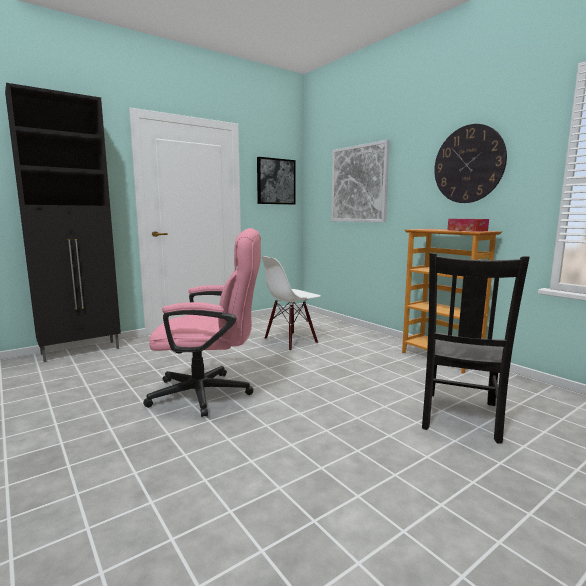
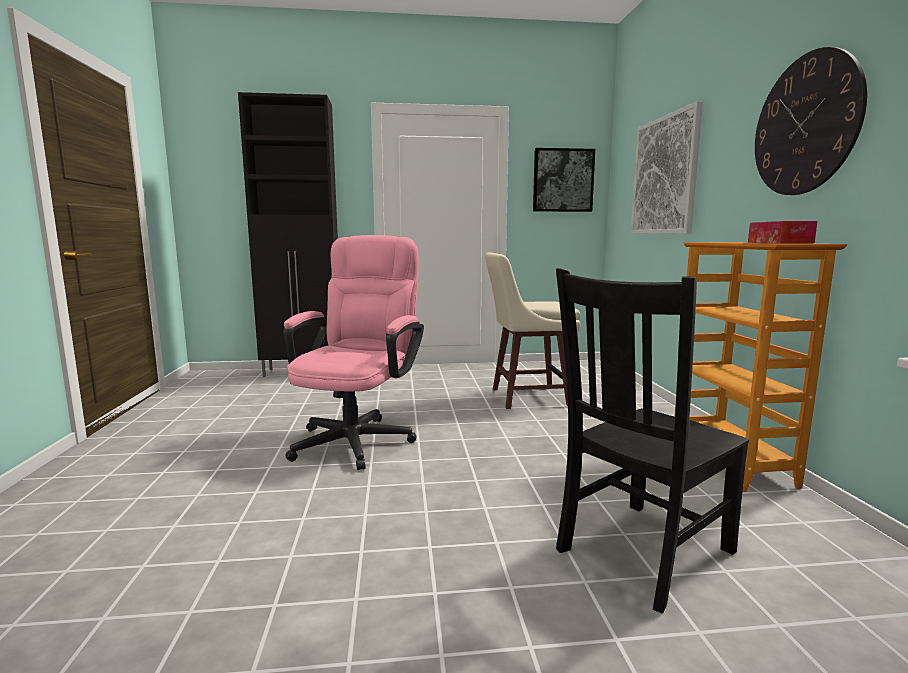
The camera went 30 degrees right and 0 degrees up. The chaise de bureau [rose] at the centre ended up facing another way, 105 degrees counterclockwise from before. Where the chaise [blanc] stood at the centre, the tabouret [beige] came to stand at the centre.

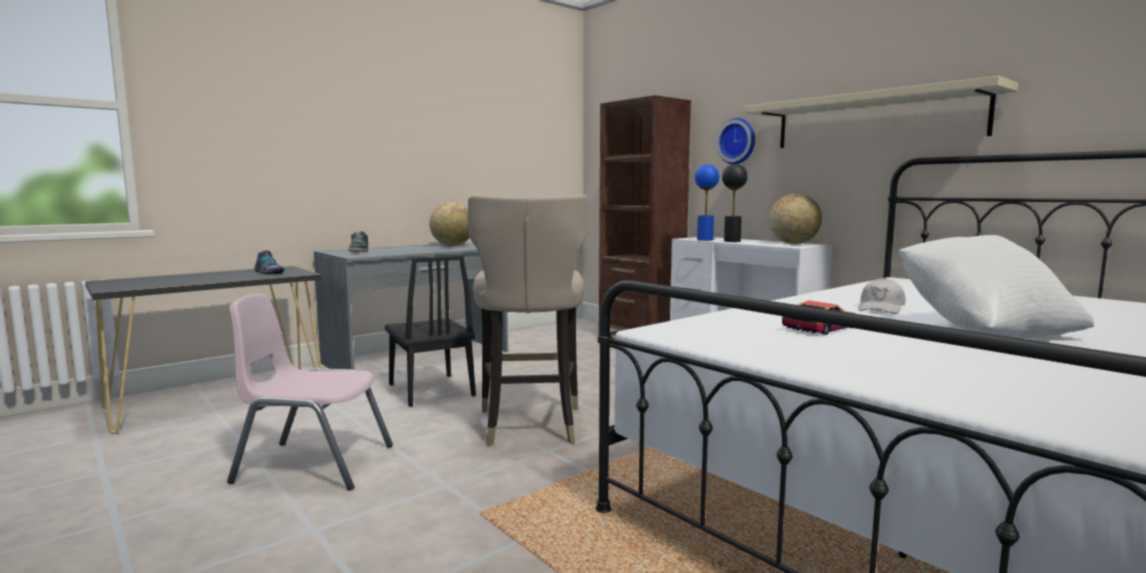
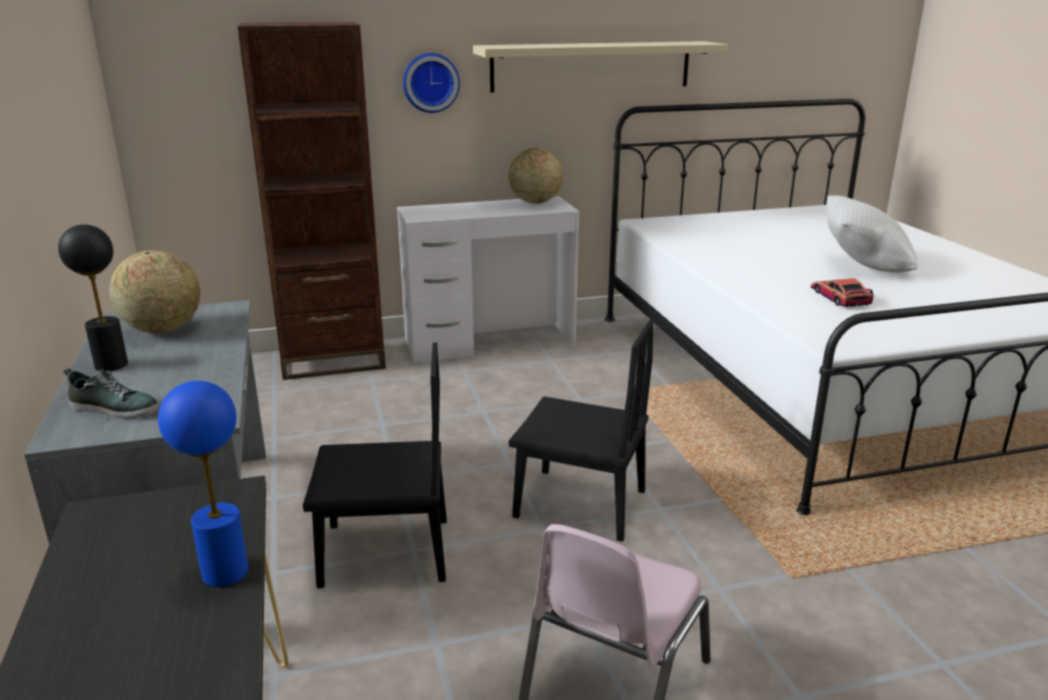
The camera went 65 degrees left and 15 degrees up. The lampe de table [noir] ended up elsewhere, having gone from the centre to the middle left. The lampe de table [bleu] ended up elsewhere, having gone from the centre to the bottom left. Where the tabouret [beige] stood at the centre, the chaise [noir] (no. 2 from left) came to stand at the centre. The second view lost the chaussure (no. 1 from left) at the middle left. The second view lost the casquette [blanc] at the middle right.

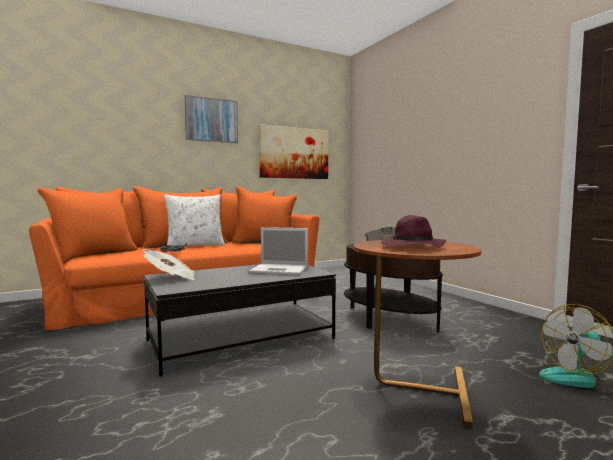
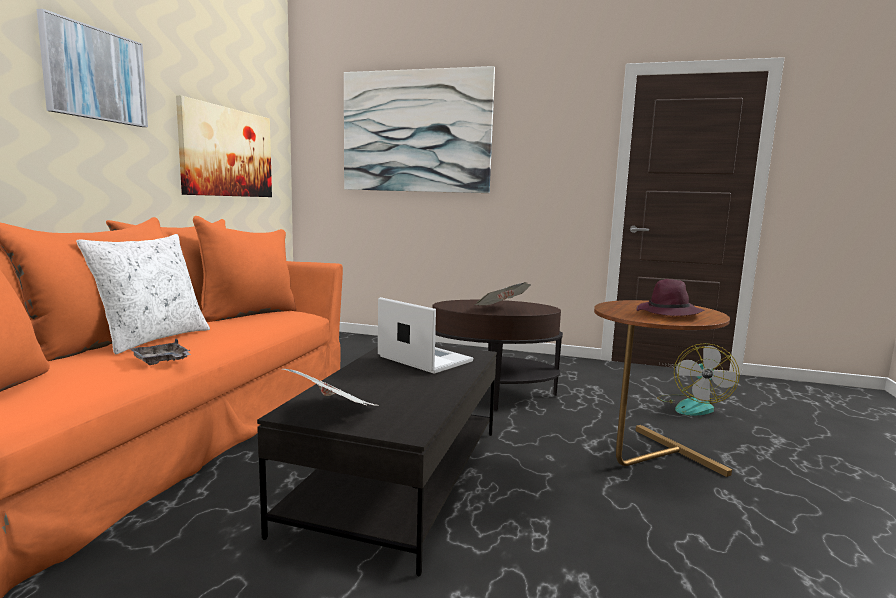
The camera went 45 degrees left and 5 degrees up. The second view gained the tableau (no. 3 from left) at the top centre. The ordinateur portable at the centre ended up facing another way, 105 degrees counterclockwise from before.

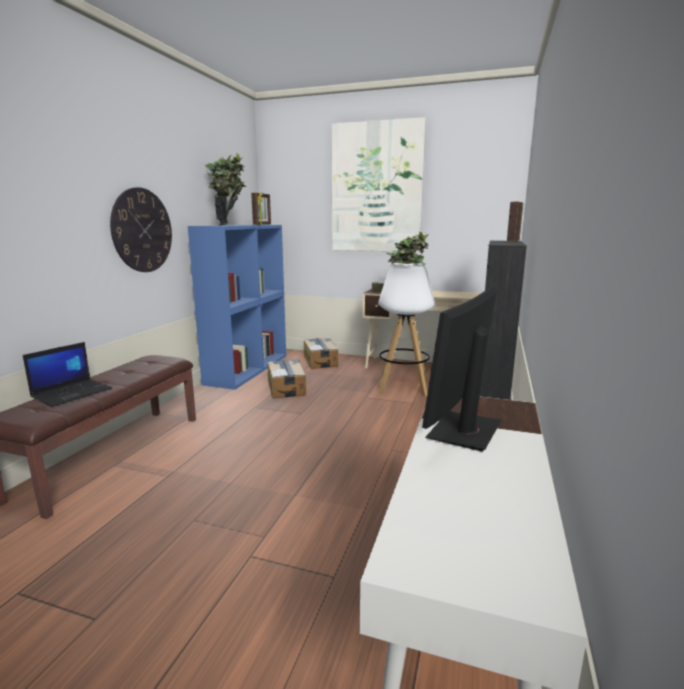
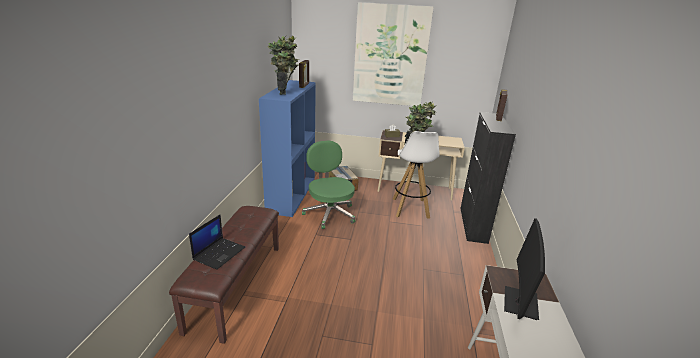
The camera went 10 degrees left and 10 degrees up. Where the carton (no. 1 from left) stood at the centre, the chaise de bureau [vert] came to stand at the centre. The second view lost the horloge murale at the top left.

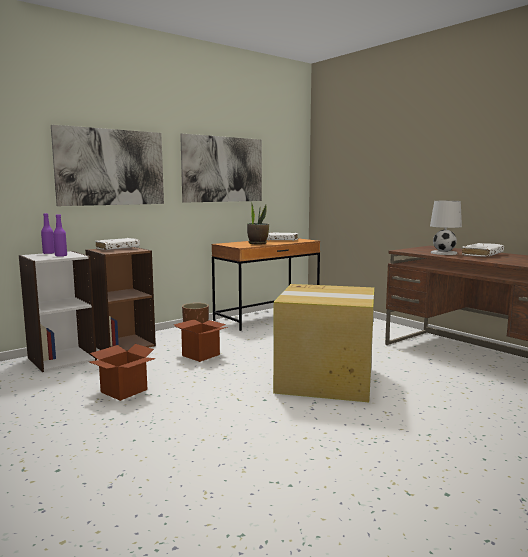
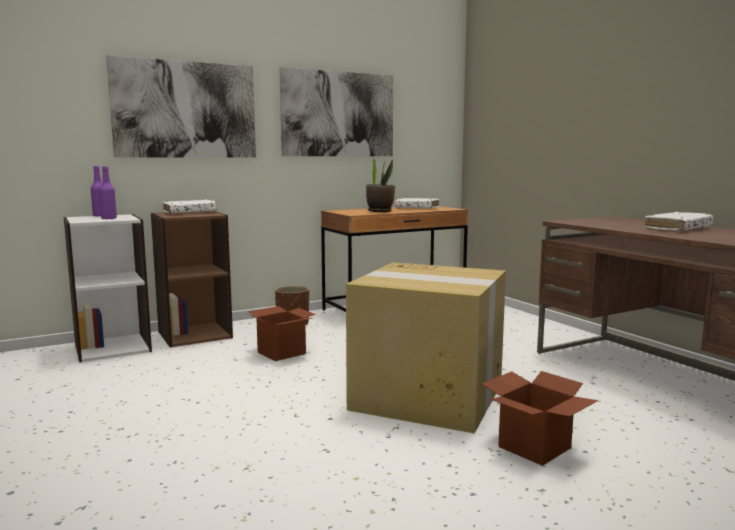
The camera went 10 degrees right and 0 degrees up. The carton (no. 1 from left in the first image) ended up elsewhere, having gone from the bottom left to the bottom right. The second view lost the lampe de table [blanc] at the middle right.

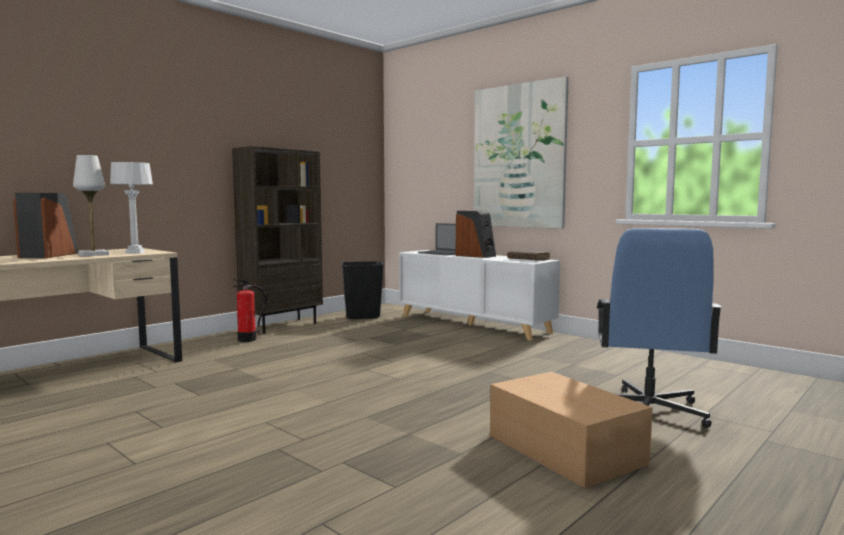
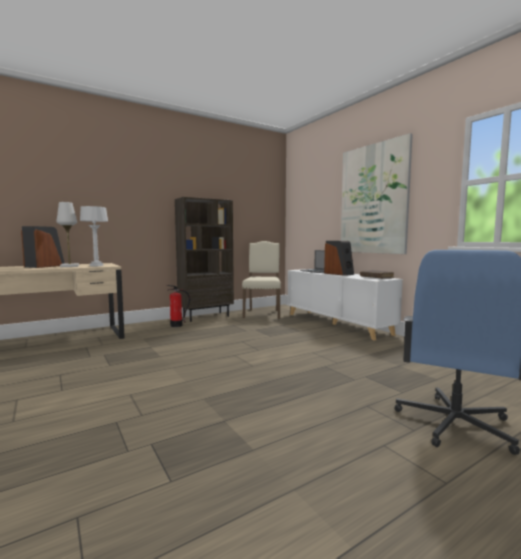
The camera went 15 degrees right and 0 degrees up. Where the poubelle [noir] stood at the centre, the chaise [beige] came to stand at the centre. The second view lost the carton at the bottom right.

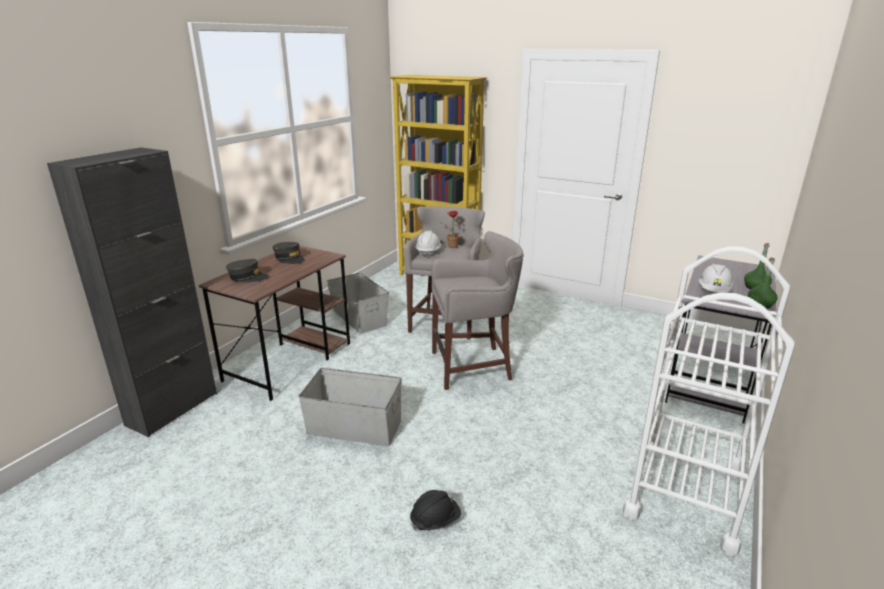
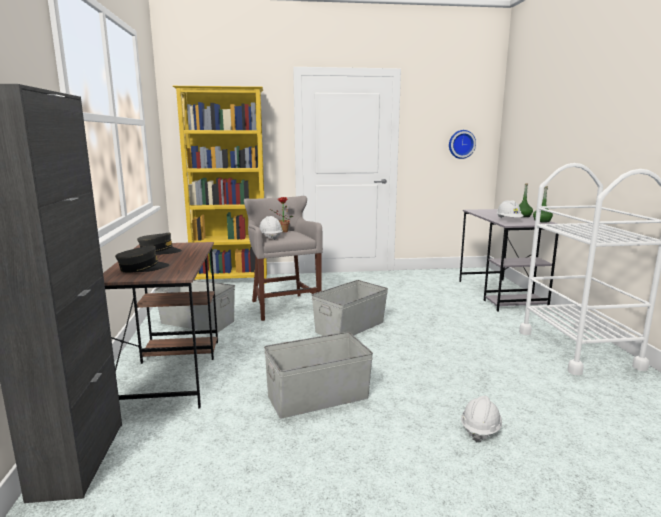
The camera went 35 degrees left and 10 degrees down. Where the tabouret [gris] (no. 2 from left) stood at the centre, the boîte de rangement [gris] (no. 3 from left) came to stand at the centre. The second view gained the horloge murale at the top right. What was the casque de chantier [noir] at the bottom centre turned into the casque de chantier [blanc] (no. 2 from left) at the bottom right.

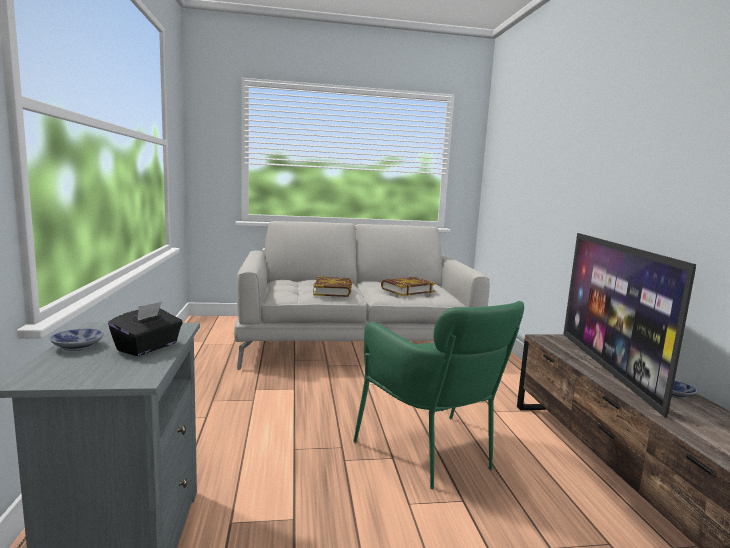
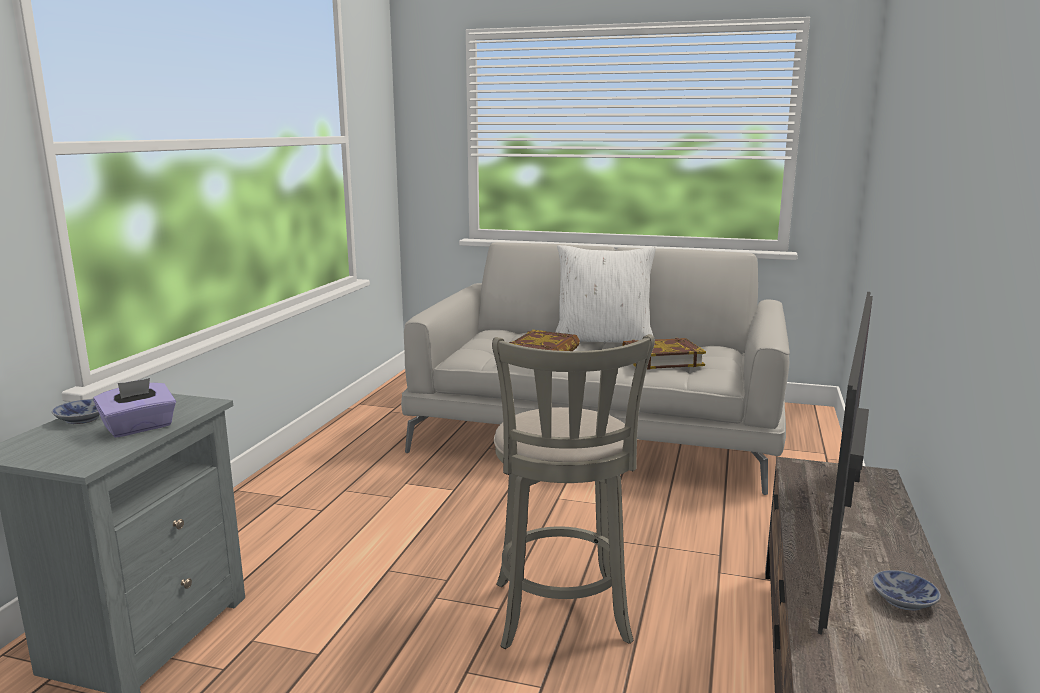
The camera went 25 degrees right and 5 degrees up. What was the boîte à mouchoirs [noir] at the middle left turned into the boîte à mouchoirs [violet] at the middle left. Where the fauteuil [vert] stood at the bottom centre, the tabouret [gris] came to stand at the bottom centre. The second view gained the coussin [blanc] at the centre.

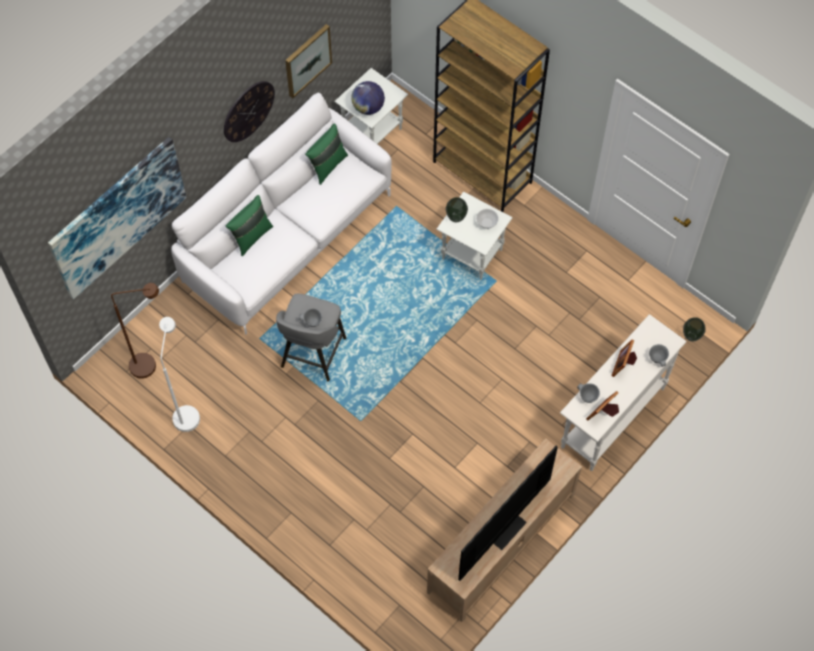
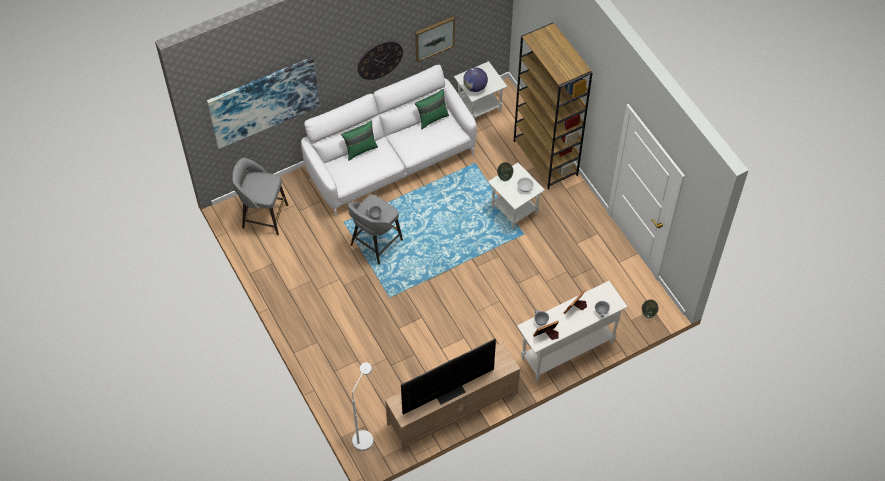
The camera went 20 degrees right and 5 degrees down. Where the lampadaire [marron] stood at the middle left, the tabouret [gris] (no. 1 from left) came to stand at the middle left. The lampadaire [blanc] ended up elsewhere, having gone from the middle left to the bottom centre.

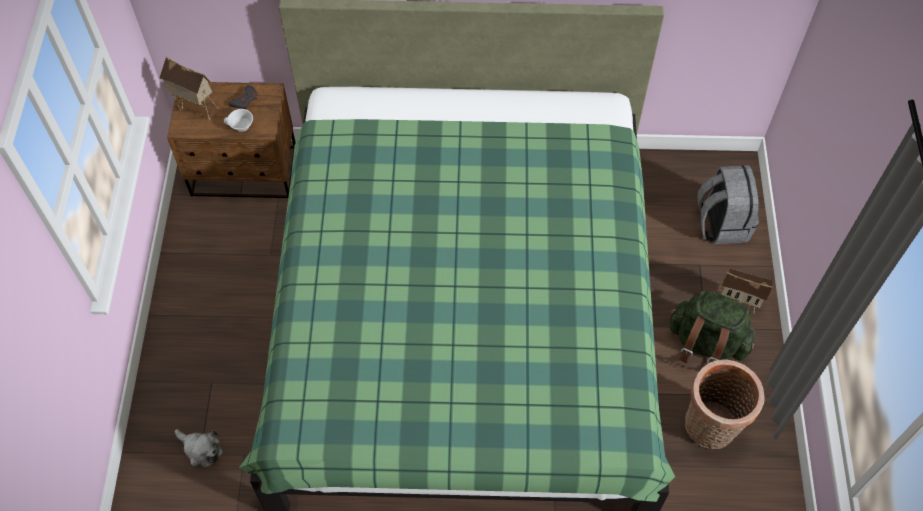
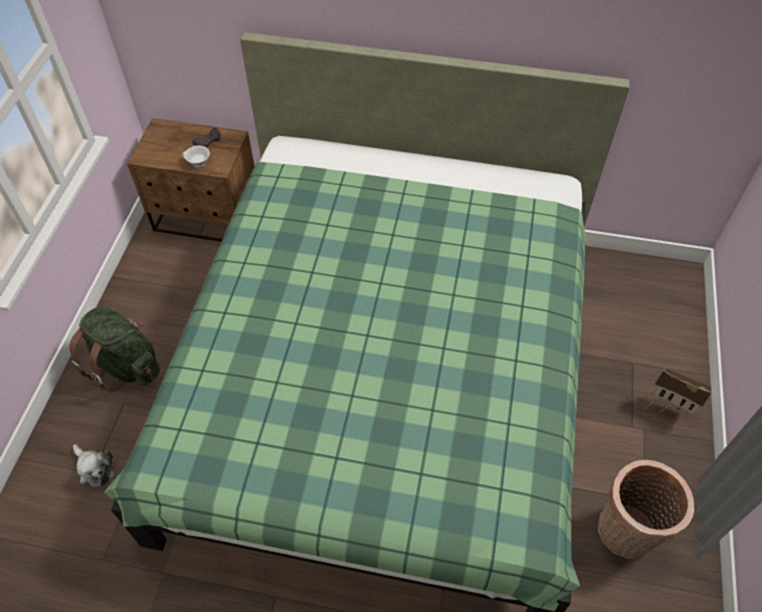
The camera went 10 degrees right and 5 degrees down. The sac à dos [vert] ended up elsewhere, having gone from the middle right to the middle left. The second view lost the maison miniature (no. 1 from left) at the top left. The second view lost the sac à dos [gris] at the middle right.

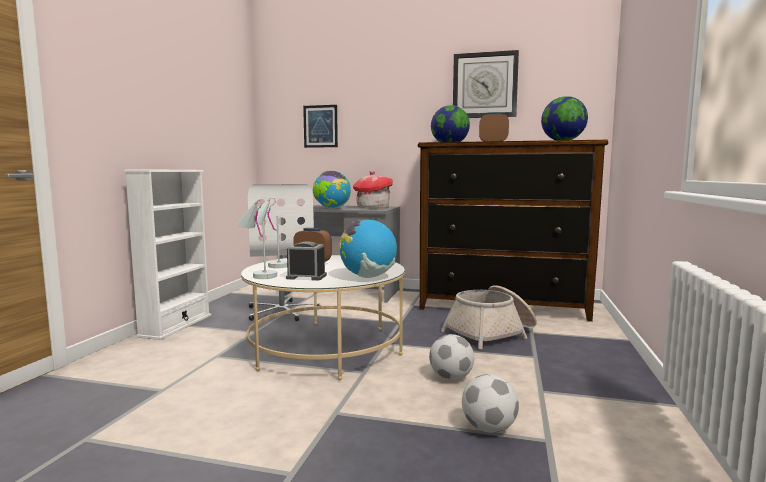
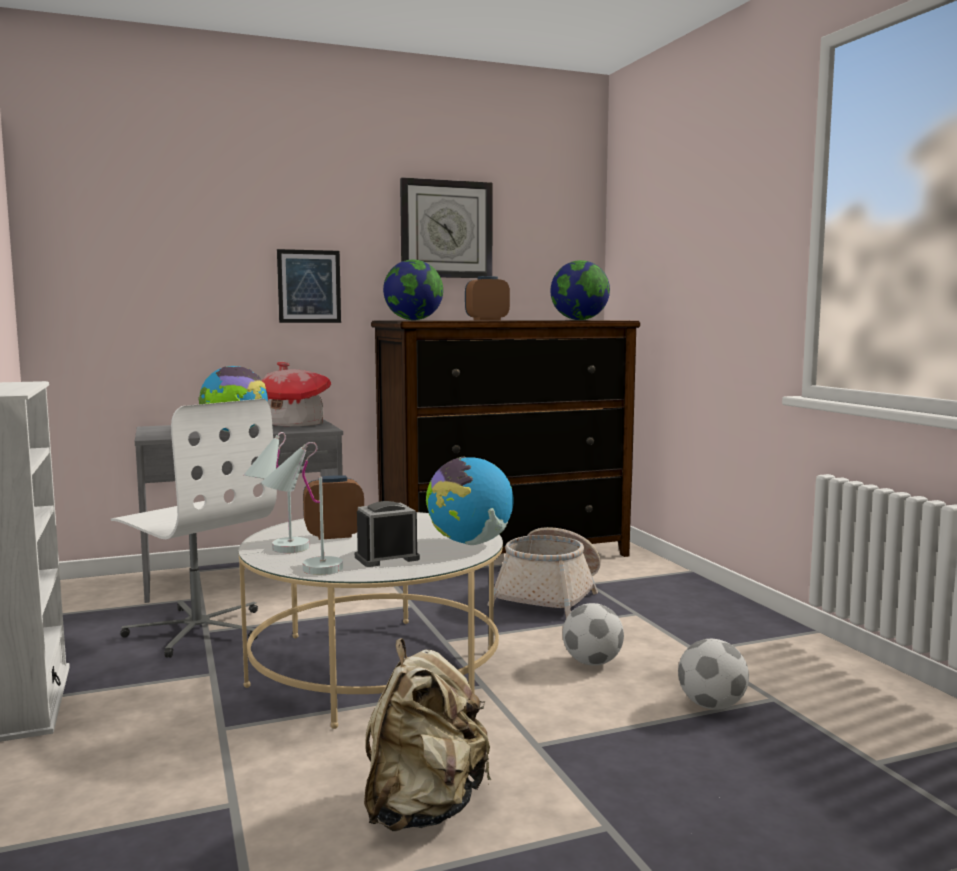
The camera went 35 degrees left and 0 degrees up. The tableau ended up elsewhere, having gone from the top centre to the top left. The second view gained the sac à dos [beige] at the bottom centre.

